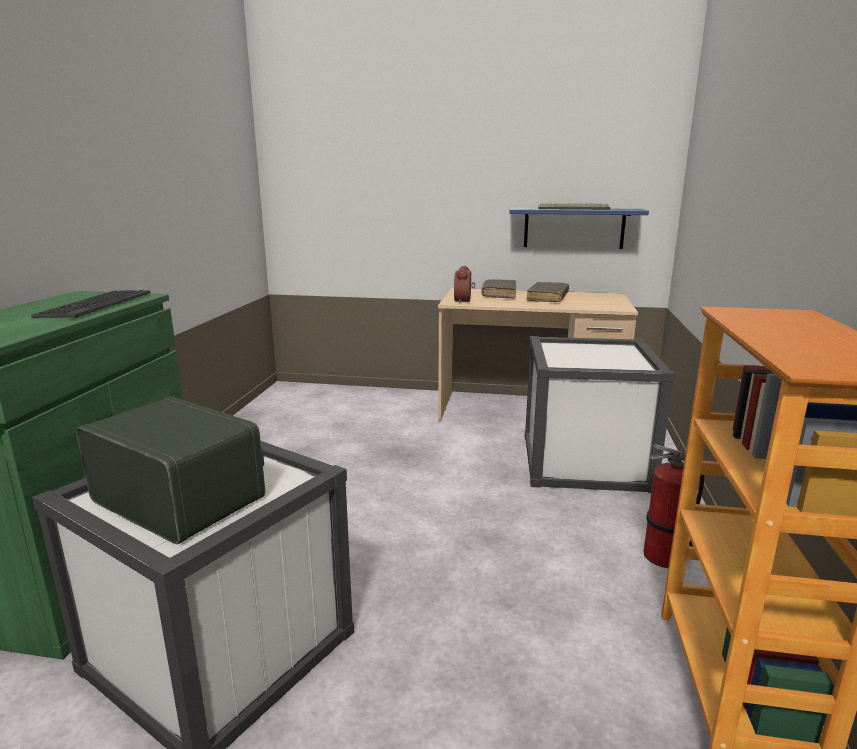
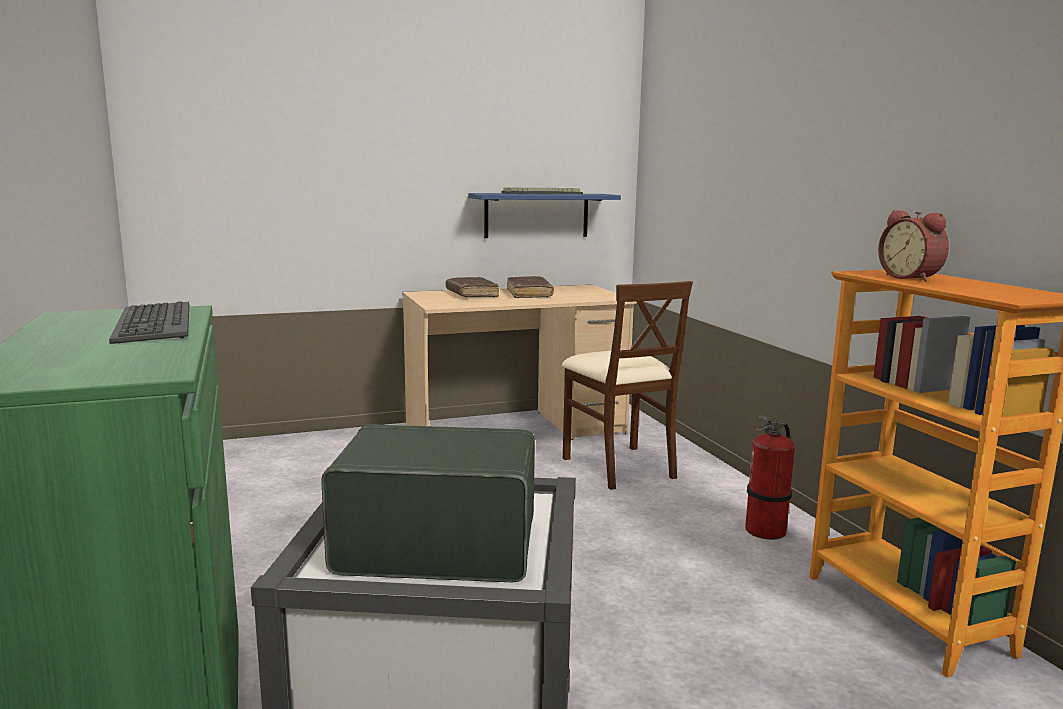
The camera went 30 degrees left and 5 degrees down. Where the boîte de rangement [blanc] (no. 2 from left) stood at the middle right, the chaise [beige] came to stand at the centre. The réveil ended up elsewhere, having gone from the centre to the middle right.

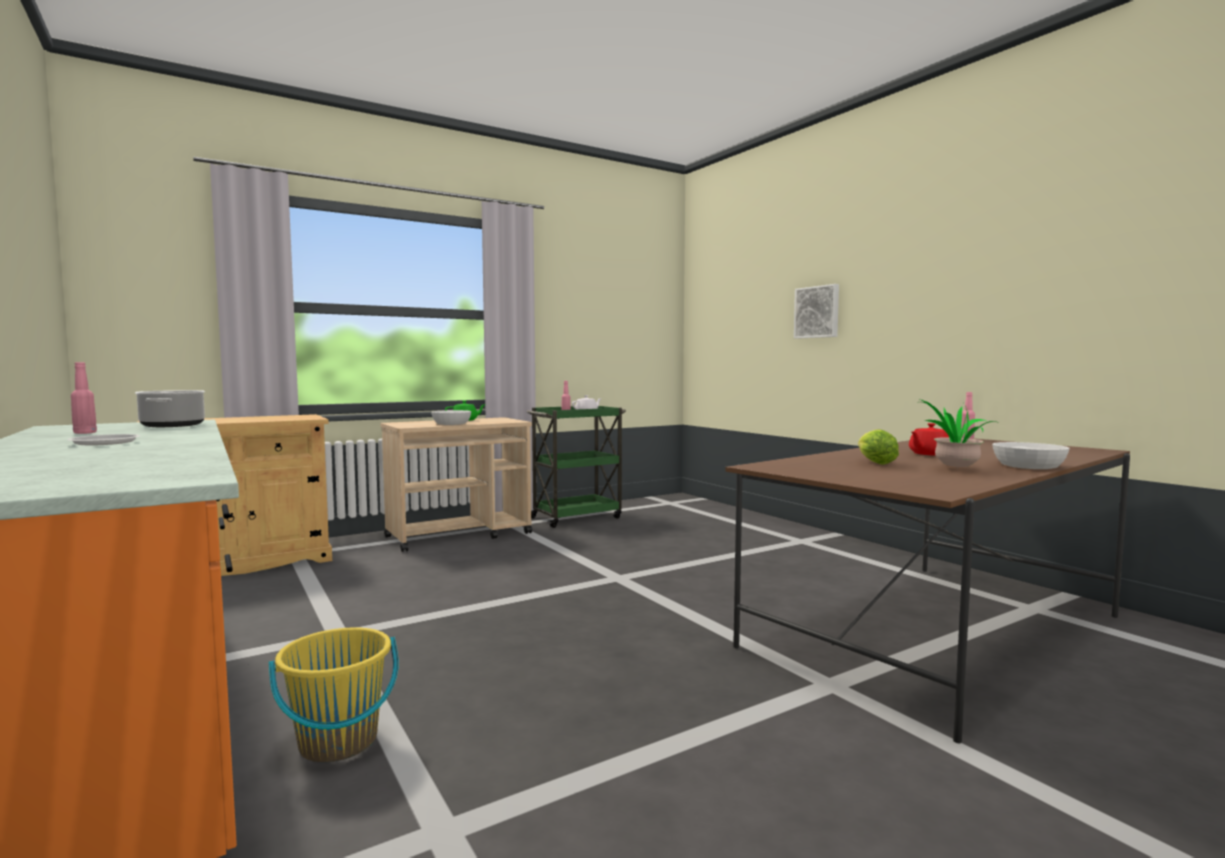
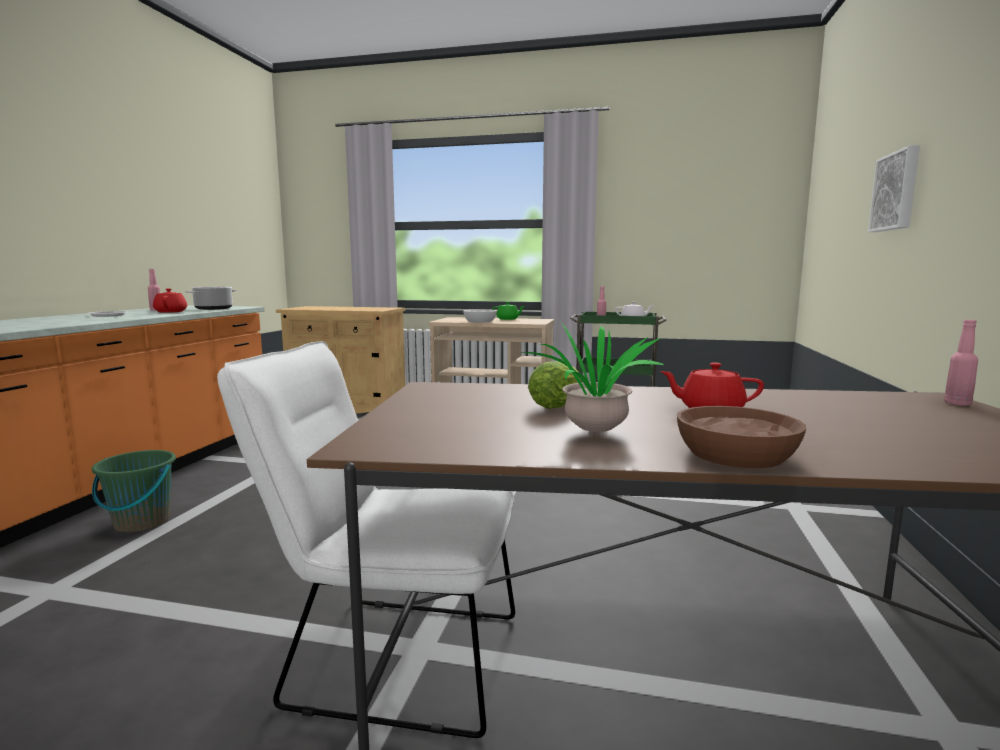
The camera went 45 degrees right and 5 degrees up. What was the seau [jaune] at the bottom left turned into the seau [vert] at the middle left. The second view gained the théière [rouge] (no. 1 from left) at the middle left. The second view gained the chaise [blanc] at the bottom centre. What was the bol [blanc] (no. 2 from left) at the middle right turned into the bol [marron] at the middle right.

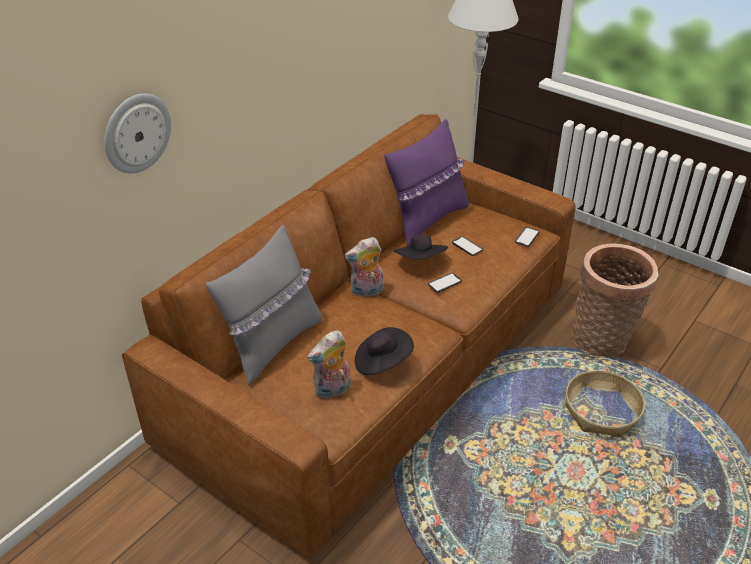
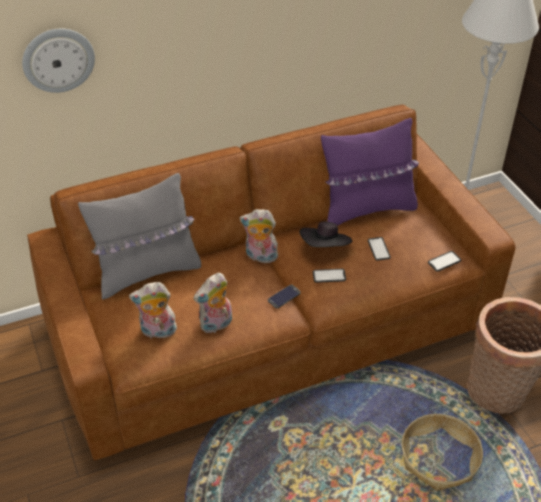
The camera went 30 degrees right and 5 degrees up. Where the chapeau [noir] (no. 1 from left) stood at the centre, the peluche (no. 2 from left) came to stand at the centre. The second view gained the téléphone (no. 1 from left) at the centre.

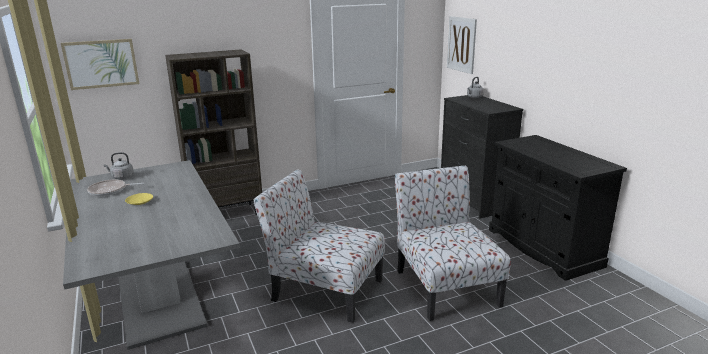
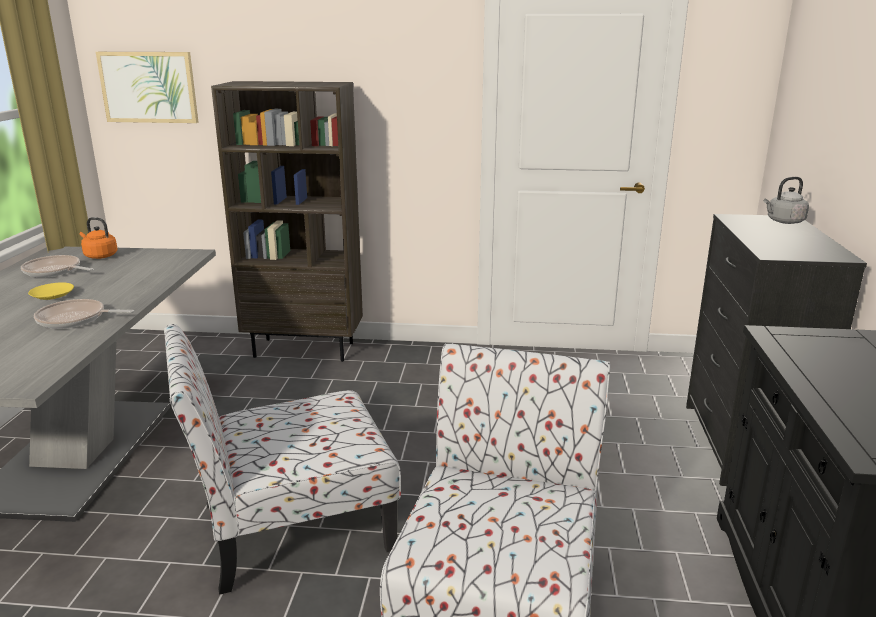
The camera went 30 degrees right and 0 degrees up. The second view gained the poêle (no. 2 from left) at the middle left. What was the bouilloire [gris] (no. 1 from left) at the middle left turned into the bouilloire [orange] at the middle left. The chaise (no. 1 from left) at the bottom centre ended up facing another way, 75 degrees counterclockwise from before. The second view lost the tableau (no. 2 from left) at the top centre.

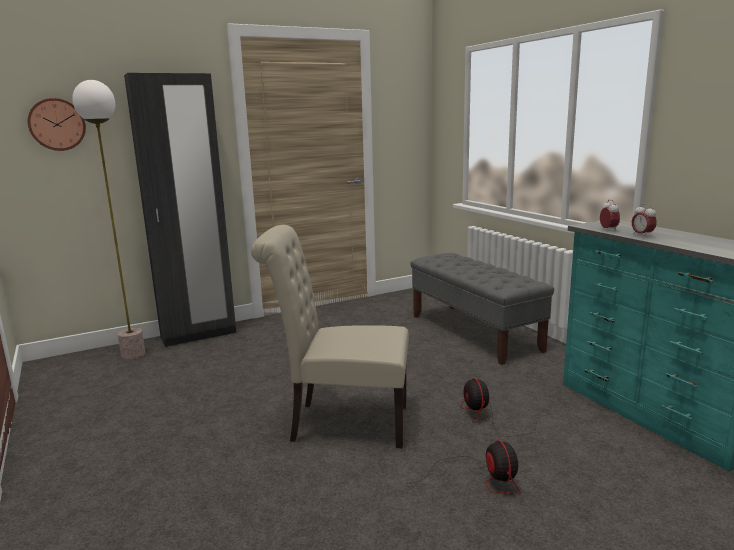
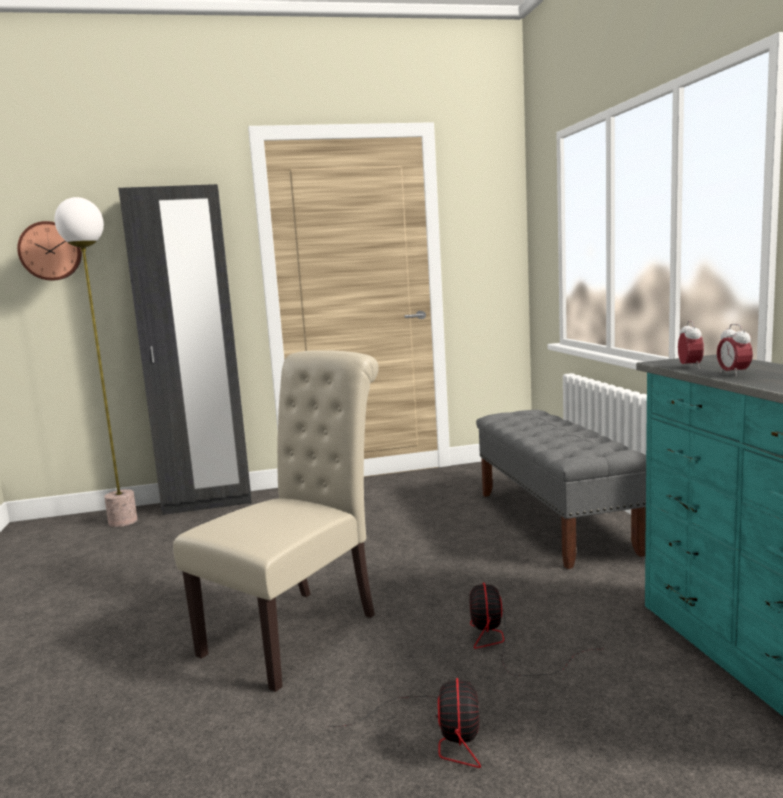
The camera went 15 degrees right and 5 degrees down. The chaise [beige] at the centre ended up facing another way, 105 degrees clockwise from before.

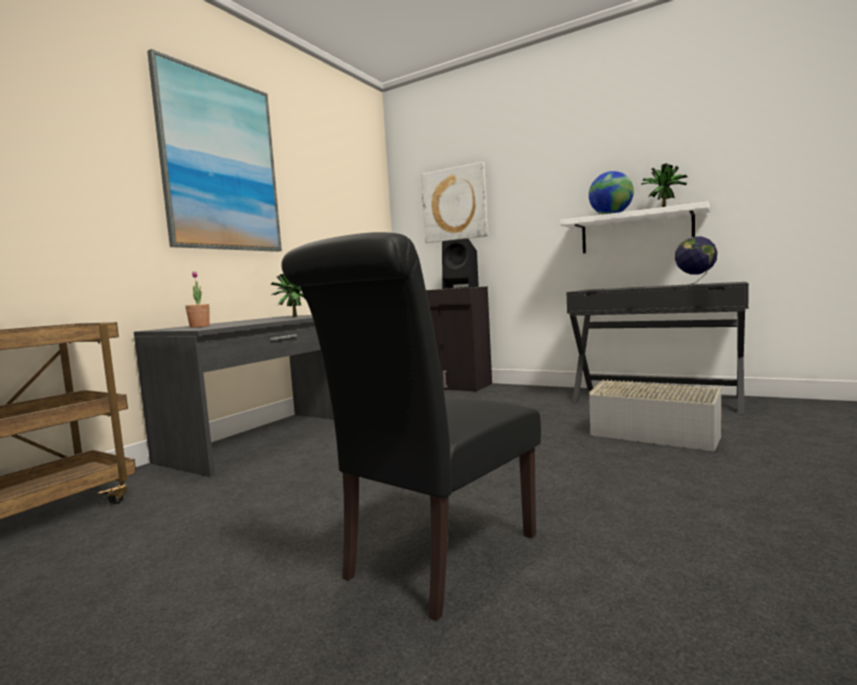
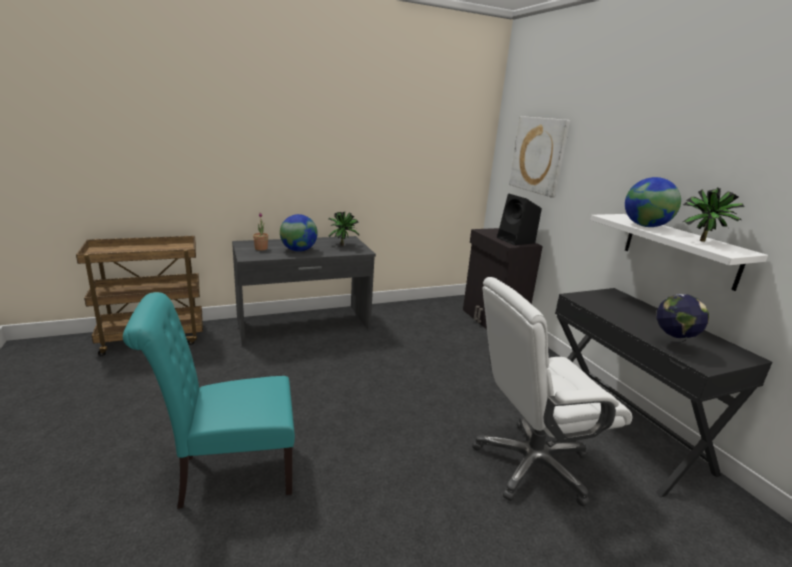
The camera went 35 degrees right and 15 degrees up. What was the chaise [noir] at the centre turned into the chaise [turquoise] at the bottom left. The second view gained the globe (no. 1 from left) at the centre. Where the boîte de rangement [gris] stood at the middle right, the chaise de bureau [blanc] came to stand at the bottom right. The second view lost the tableau (no. 1 from left) at the top left.

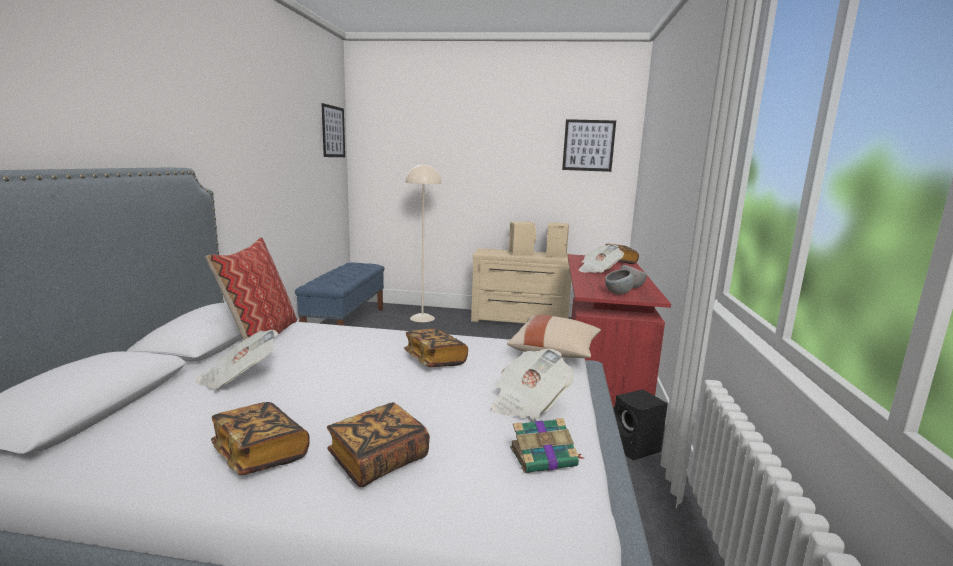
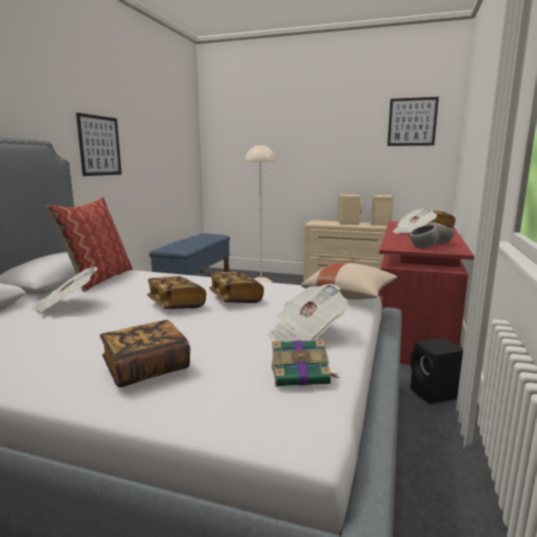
The camera went 10 degrees right and 0 degrees up. The tableau (no. 1 from left) ended up elsewhere, having gone from the top centre to the top left. The livre (no. 1 from left in the first image) ended up elsewhere, having gone from the bottom left to the middle left.

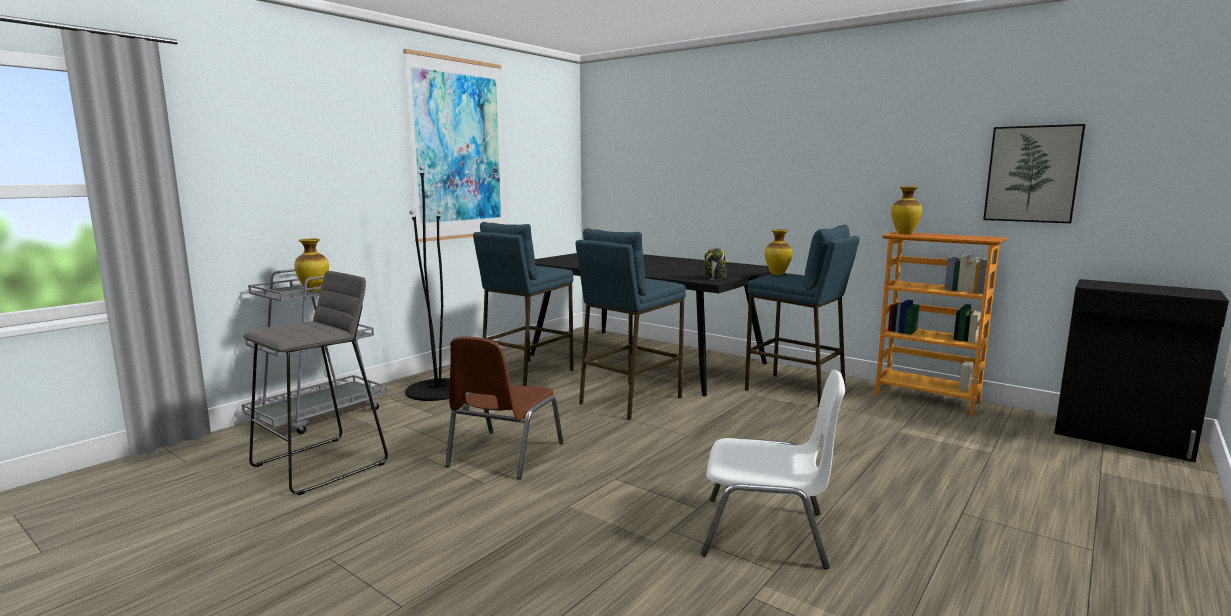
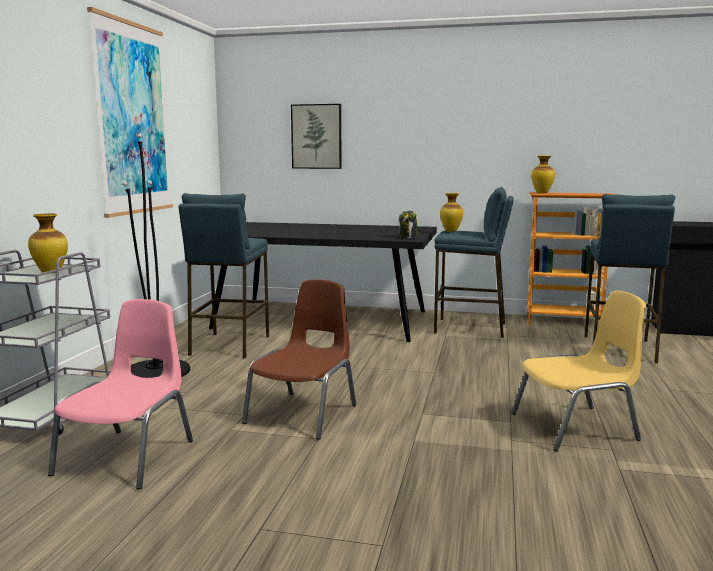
The camera went 25 degrees left and 0 degrees up. Where the tabouret [gris] stood at the middle left, the chaise [rose] came to stand at the bottom left. The chaise [marron] at the centre ended up facing another way, 150 degrees counterclockwise from before. The tableau (no. 2 from left) ended up elsewhere, having gone from the top right to the top centre. What was the chaise [blanc] at the bottom centre turned into the chaise [jaune] at the middle right. The tabouret [bleu] (no. 2 from left in the first image) ended up elsewhere, having gone from the centre to the middle right.

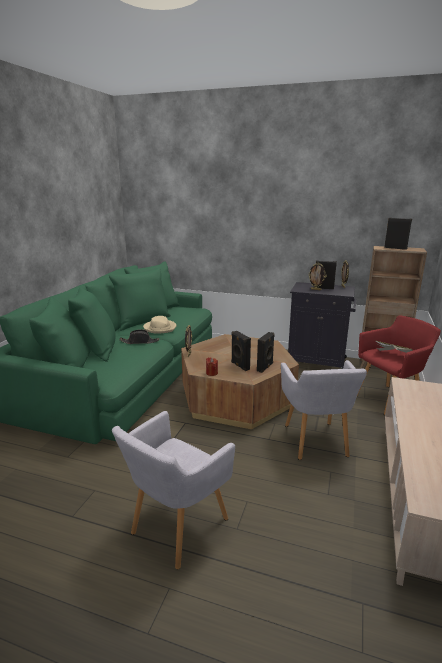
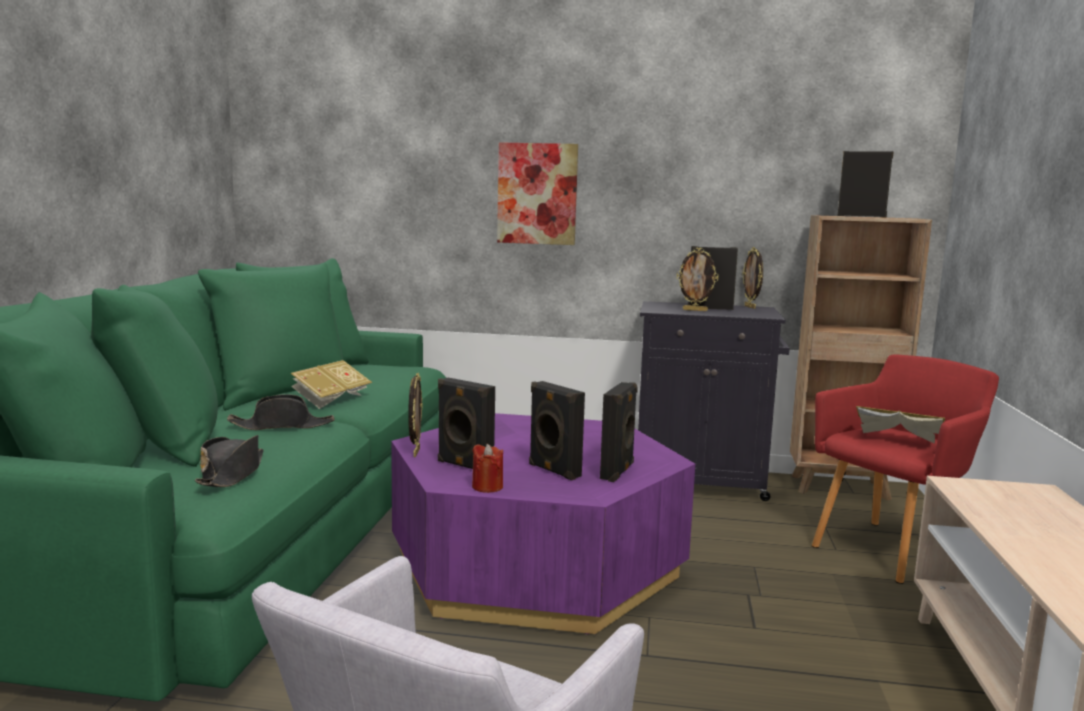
The camera went 10 degrees left and 10 degrees down. The second view gained the chapeau [noir] (no. 1 from left) at the middle left. Where the chapeau [beige] stood at the centre, the livre (no. 1 from left) came to stand at the middle left. What was the table basse [marron] at the centre turned into the table basse [violet] at the bottom centre. The second view gained the enceinte [noir] (no. 1 from left) at the centre. The second view gained the tableau at the top centre. The second view lost the fauteuil [gris] (no. 2 from left) at the middle right.

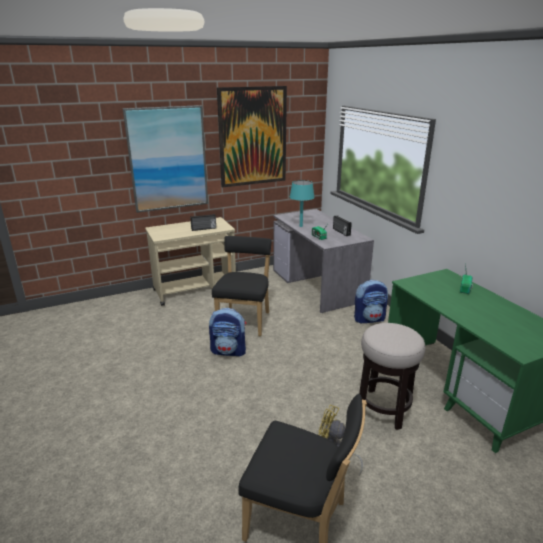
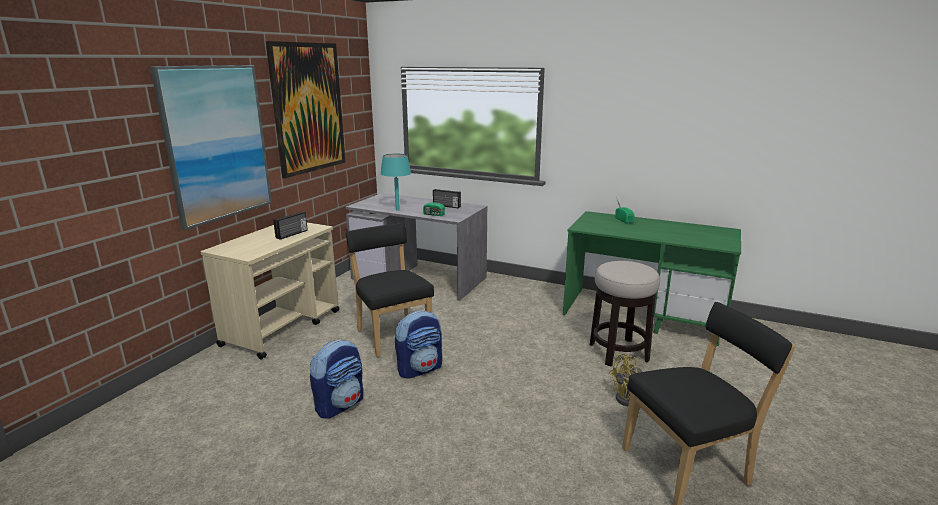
The camera went 40 degrees left and 5 degrees down. The sac à dos (no. 2 from left in the first image) ended up elsewhere, having gone from the middle right to the bottom centre.

